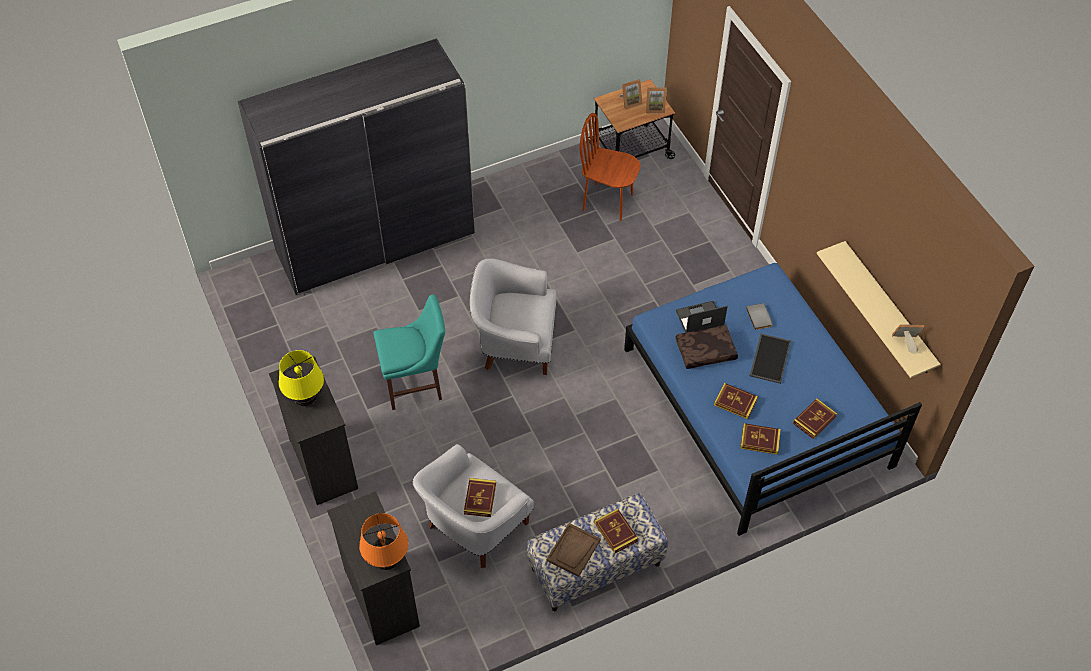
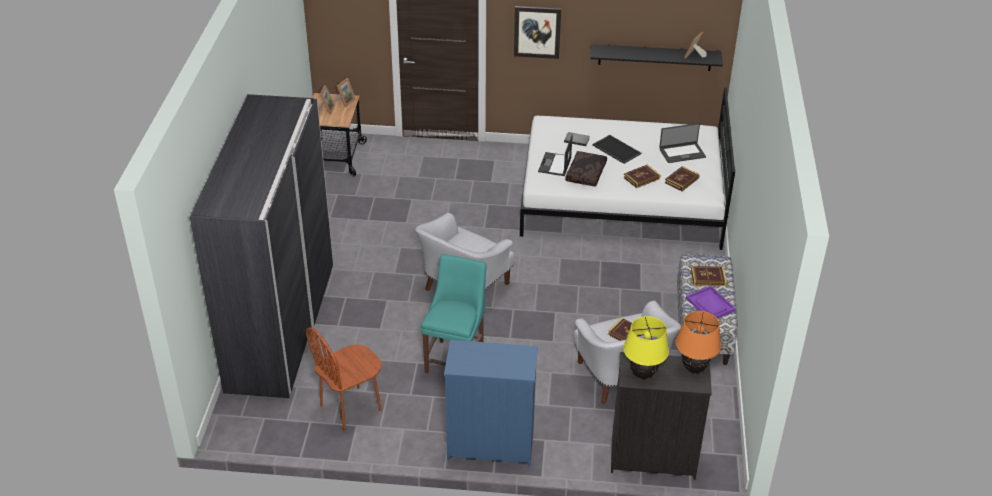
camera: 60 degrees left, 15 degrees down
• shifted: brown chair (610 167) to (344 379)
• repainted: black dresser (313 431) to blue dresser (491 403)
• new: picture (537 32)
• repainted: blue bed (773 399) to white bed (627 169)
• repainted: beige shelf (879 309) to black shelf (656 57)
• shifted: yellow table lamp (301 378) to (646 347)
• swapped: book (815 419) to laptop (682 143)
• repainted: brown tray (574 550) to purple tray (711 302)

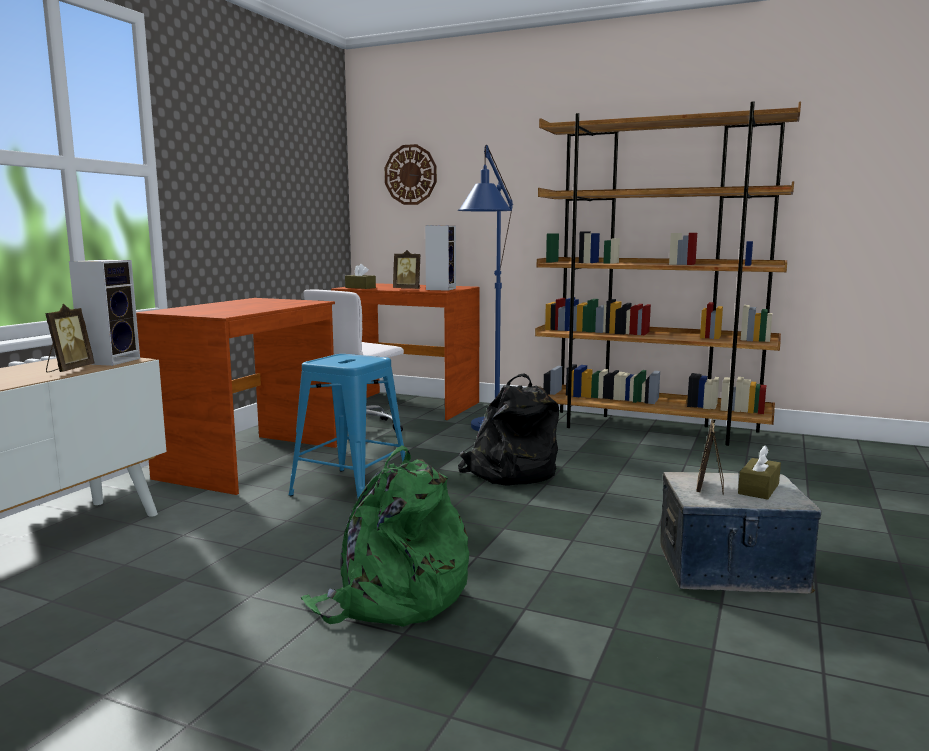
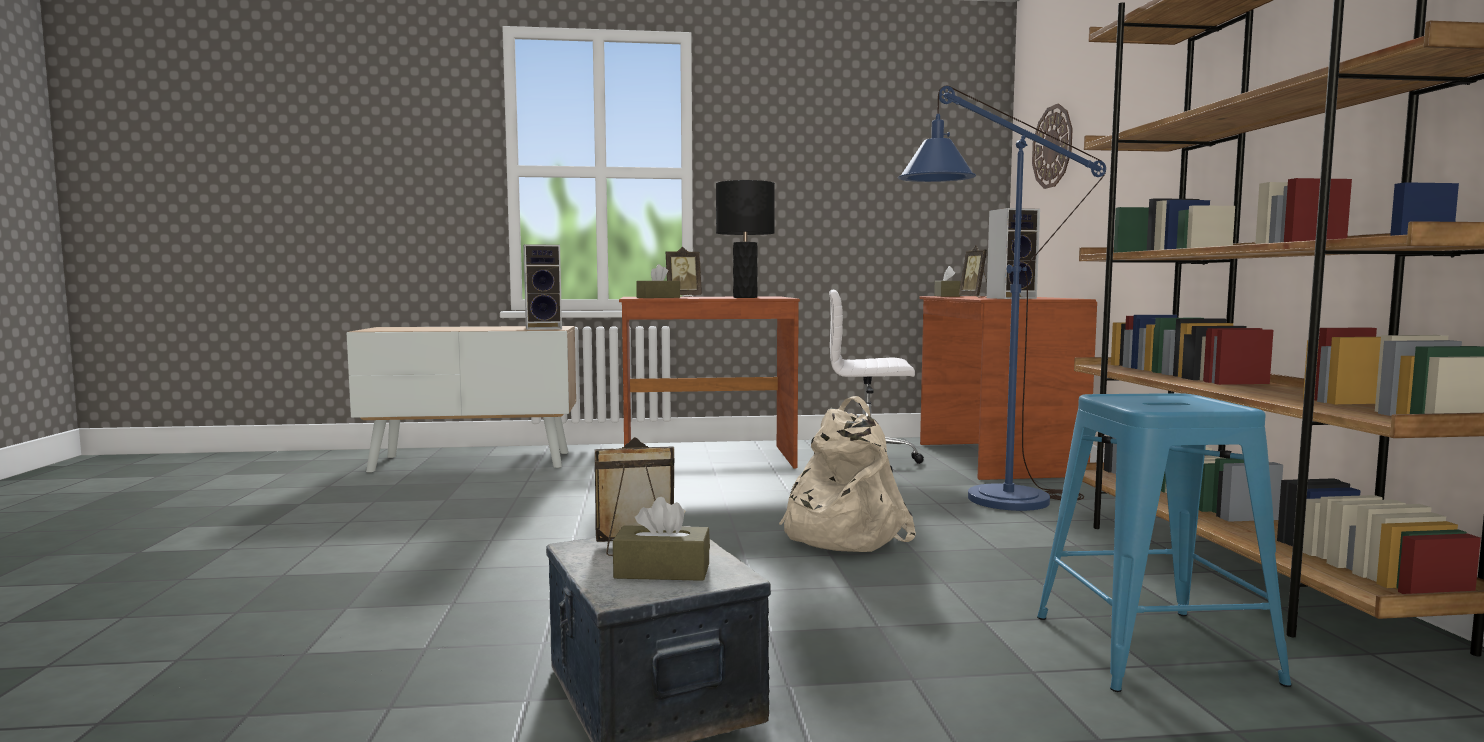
camera: 60 degrees right, 5 degrees down
• new: brown tissue box (658 281)
• shifted: picture frame (69 338) to (684 272)
• new: black table lamp (745 239)
• repainted: black backpack (508 429) to beige backpack (847 474)
• shifted: blue stool (346 426) to (1164 542)
• gone: green backpack (385 536)

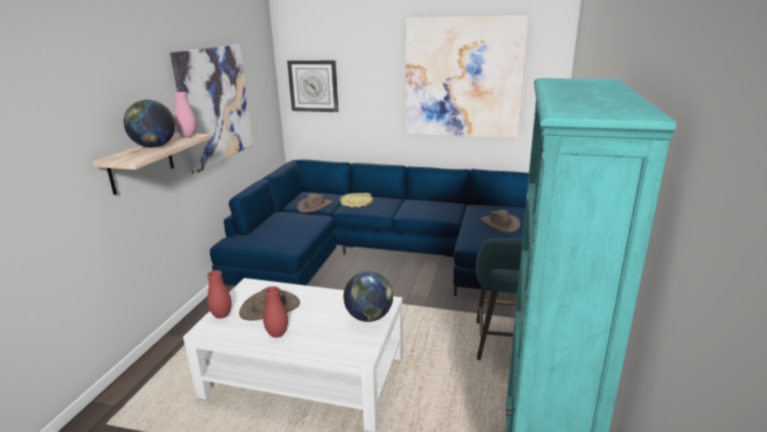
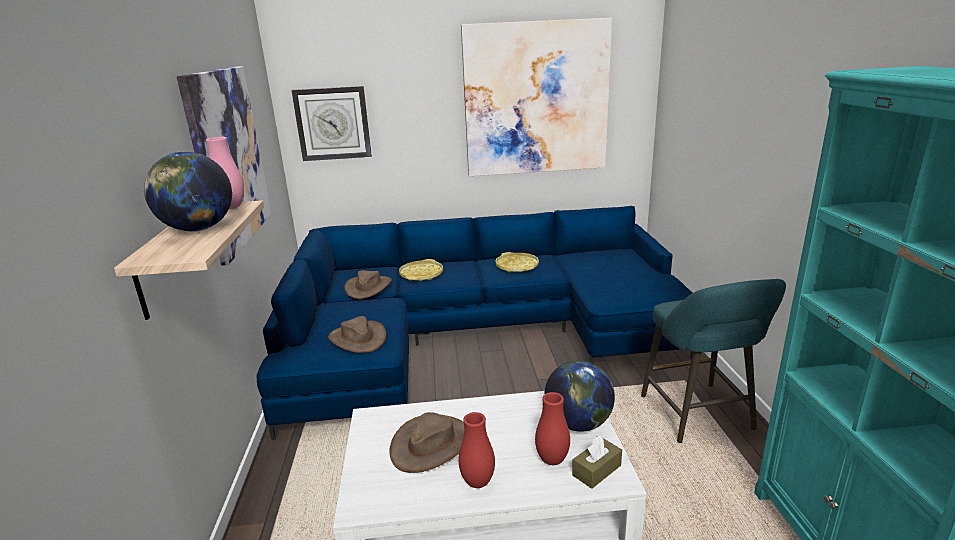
camera: 20 degrees left, 0 degrees up
• shifted: brown hat (500 221) to (357 334)
• new: yellow tray (517 262)
• shifted: red vase (219 294) to (552 428)
• new: brown tissue box (597 462)

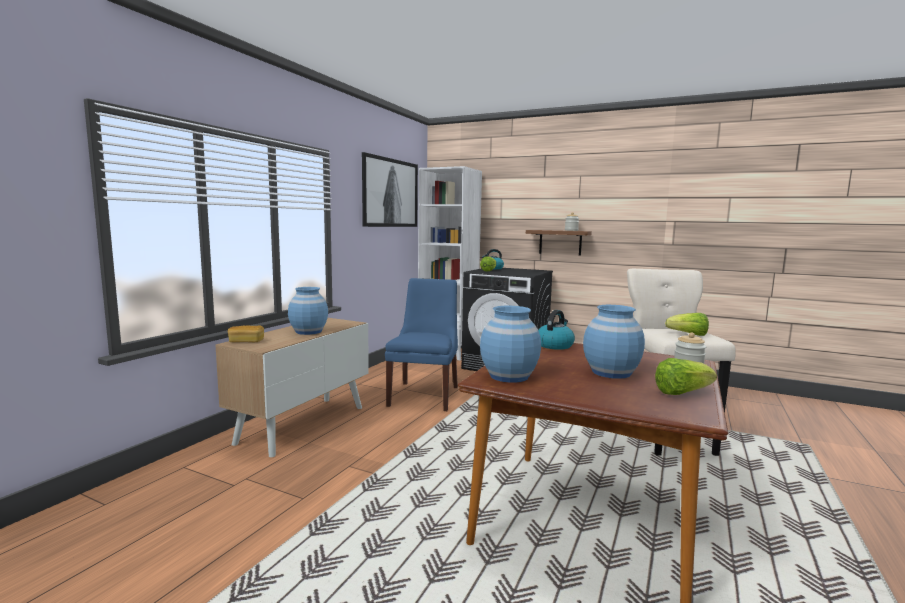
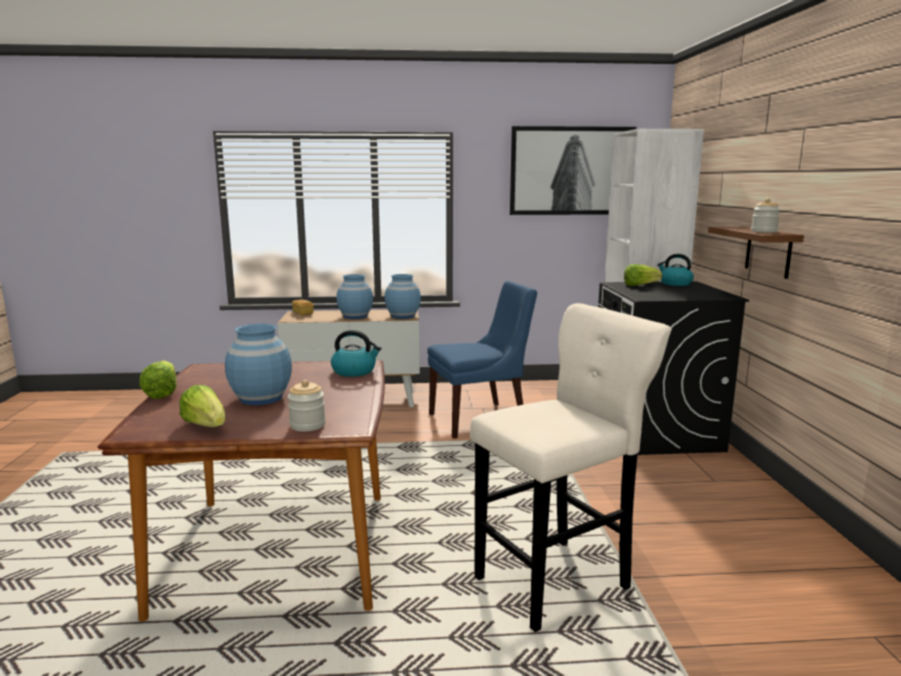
camera: 60 degrees right, 5 degrees up
• shifted: lettuce (687 324) to (158 379)
• shifted: blue vase (510 344) to (403 296)

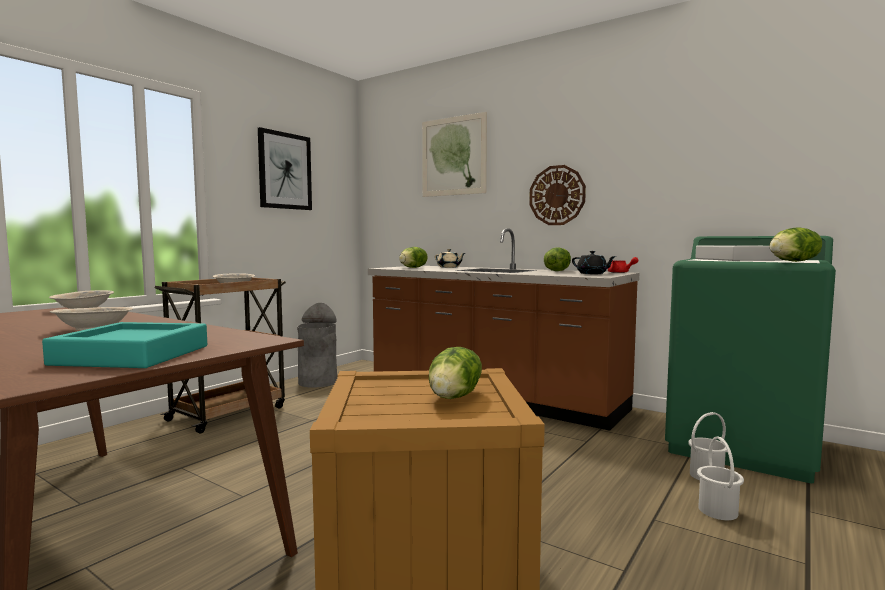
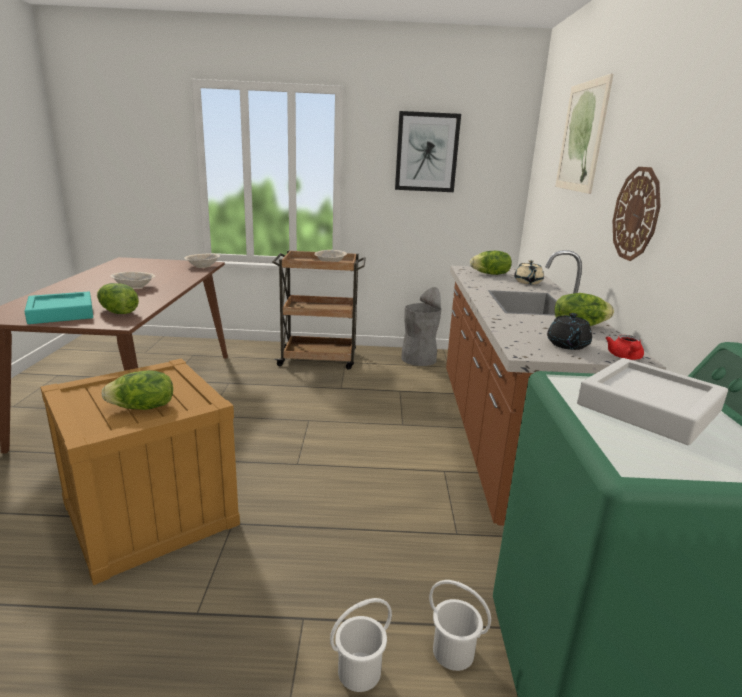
camera: 55 degrees right, 15 degrees up
• shifted: lettuce (795 244) to (118 298)

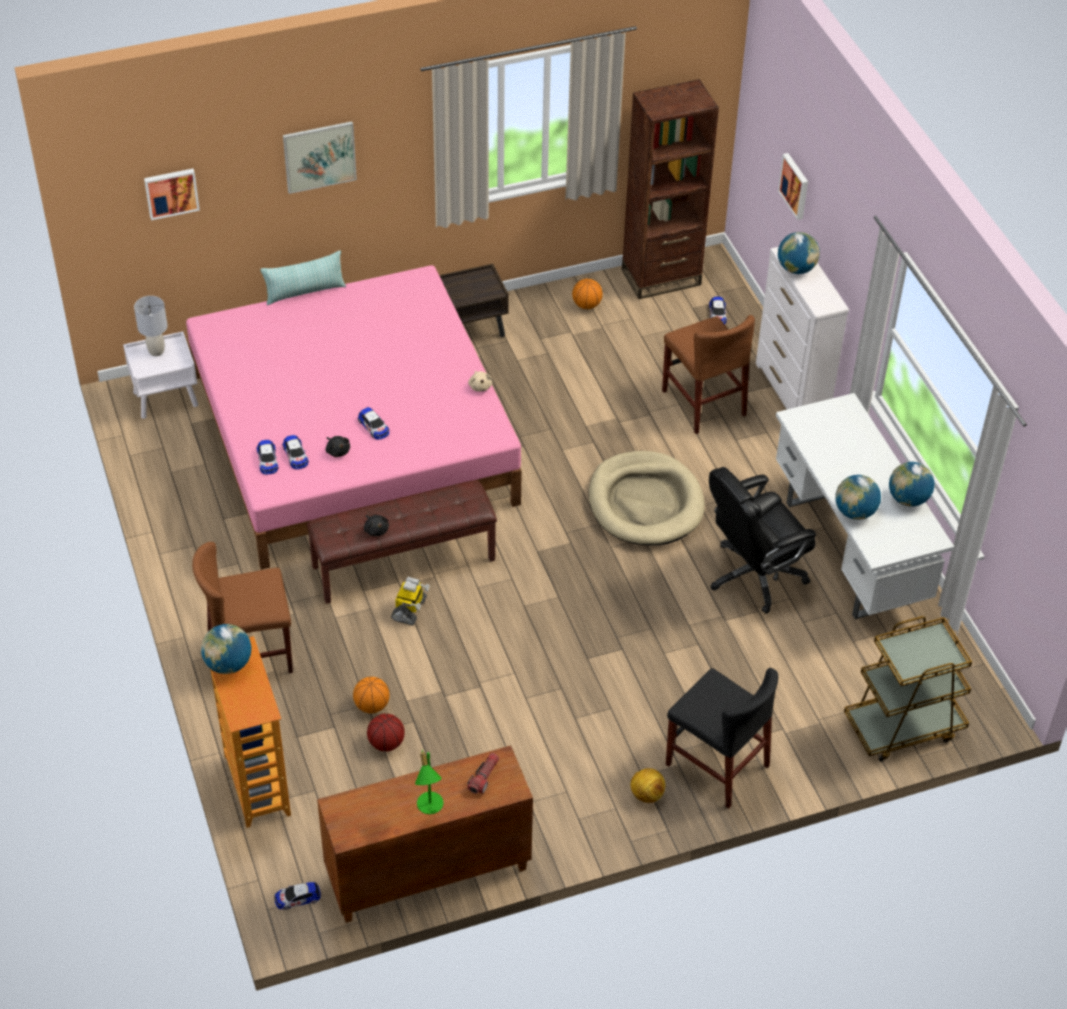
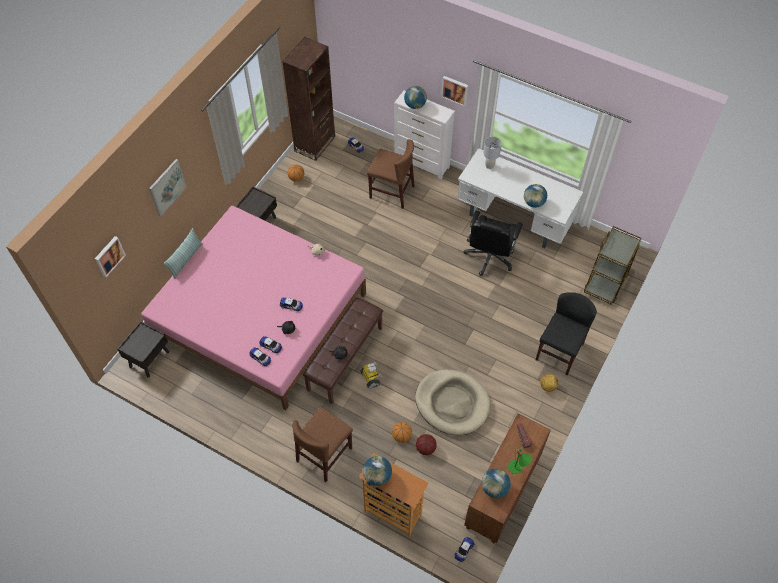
camera: 40 degrees left, 10 degrees up
• repainted: white nightstand (160 375) to brown nightstand (143 349)
• shifted: beige dog bed (646 498) to (453 402)
• shifted: picture (793 186) to (454 91)
• shifted: globe (912 484) to (496 483)
• shifted: grey table lamp (151 326) to (492 153)
• rotated: black chair (722 738) = (566 333) 60 degrees counterclockwise

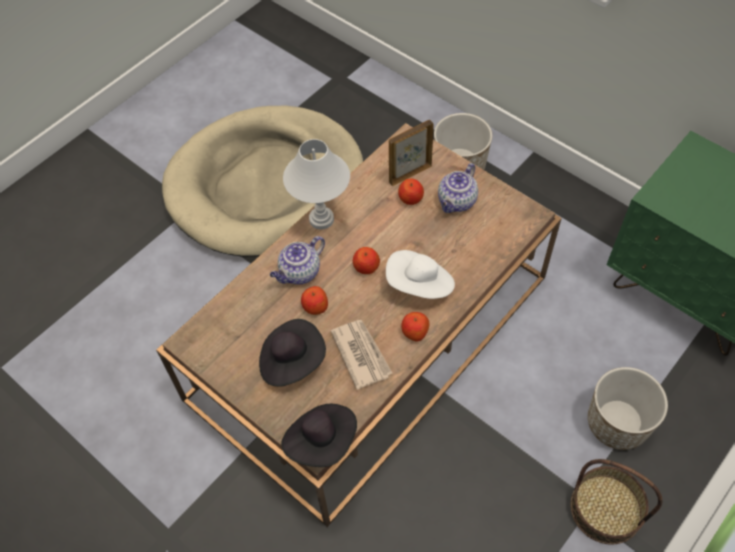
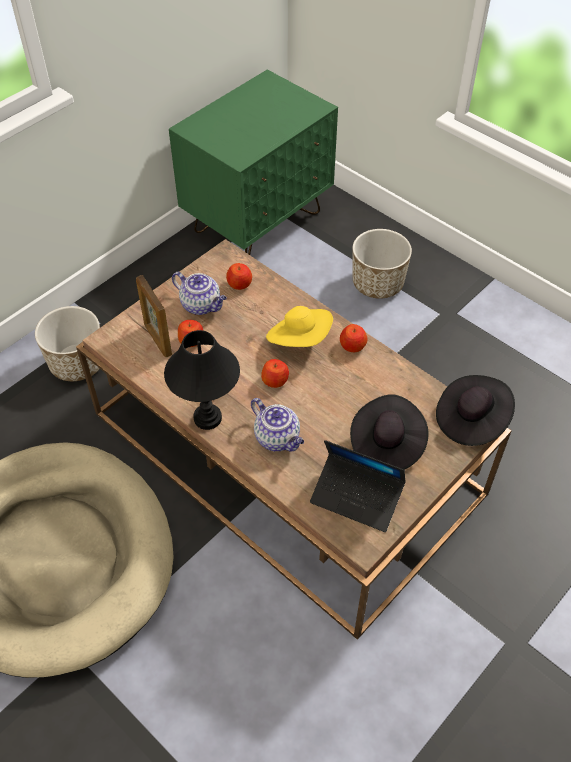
camera: 90 degrees left, 5 degrees down
• repainted: white table lamp (316 184) to black table lamp (202 380)
• shifted: apple (314 300) to (239 276)
• repainted: white hat (420 274) to yellow hat (299 326)
• new: laptop (358 486)
• gone: newspaper (361 355)
• gone: basket (616 501)

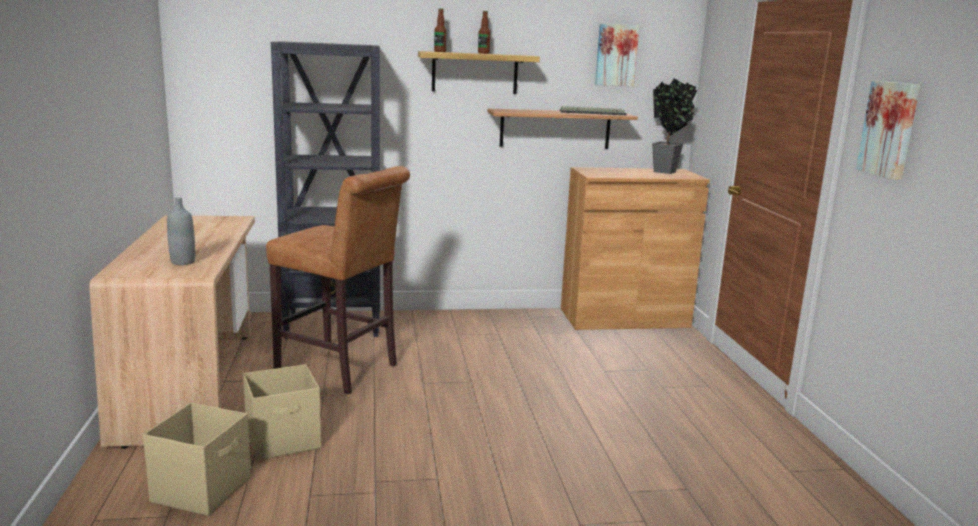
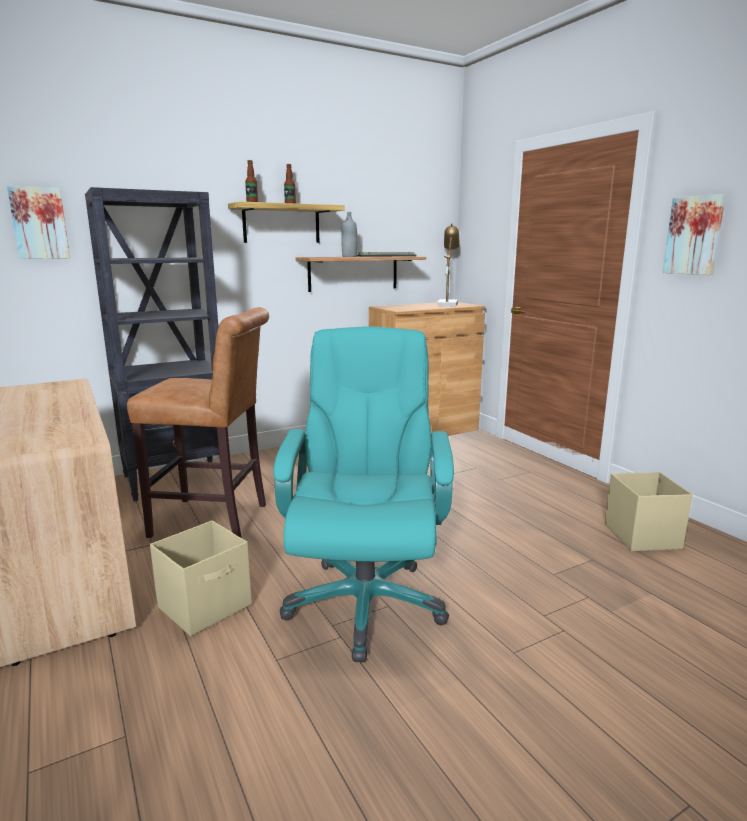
camera: 20 degrees left, 0 degrees up
• shifted: picture (617 54) to (38 222)
• new: turquoise office chair (363 494)
• shifted: grey bottle (181 231) to (349 234)
• swapped: potted plant (674 126) to table lamp (448 264)
• shifted: beige storage box (197 459) to (648 511)

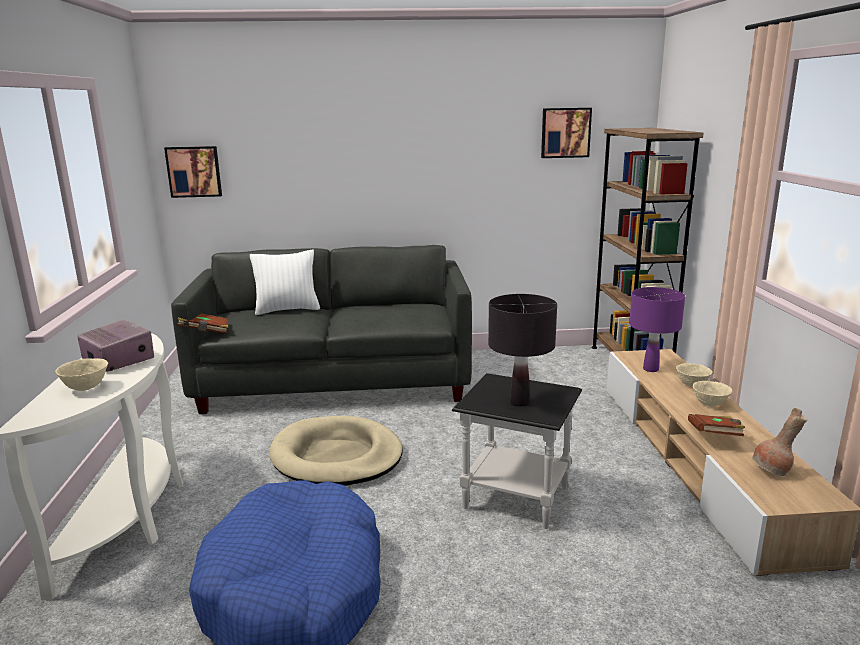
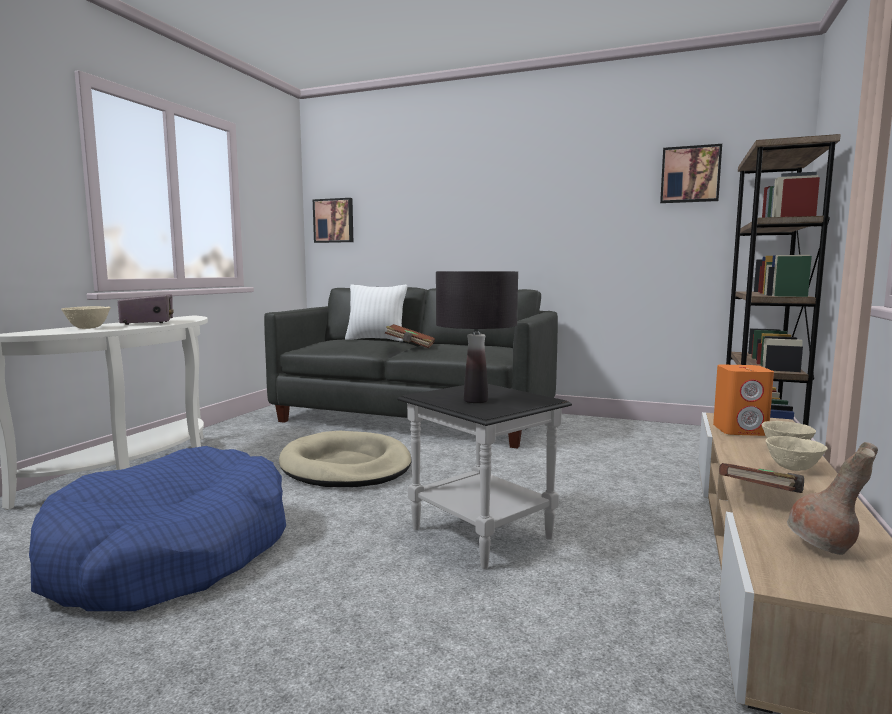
camera: 25 degrees right, 10 degrees down
• shifted: brown book (202 323) to (410 336)
• swapped: purple table lamp (657 329) to orange speaker (743 400)

